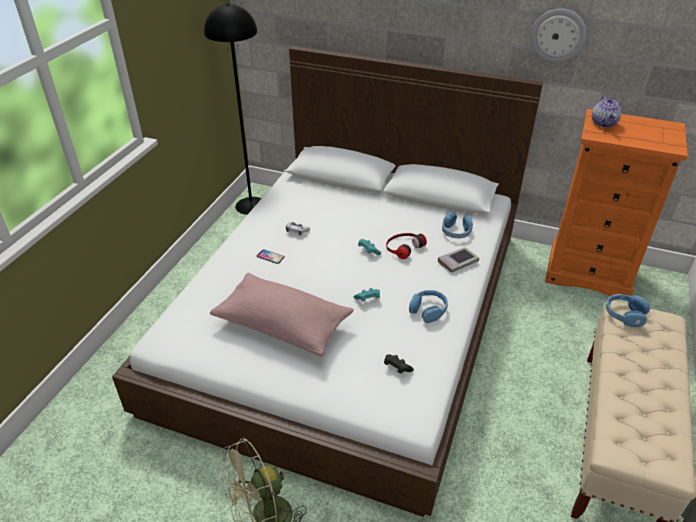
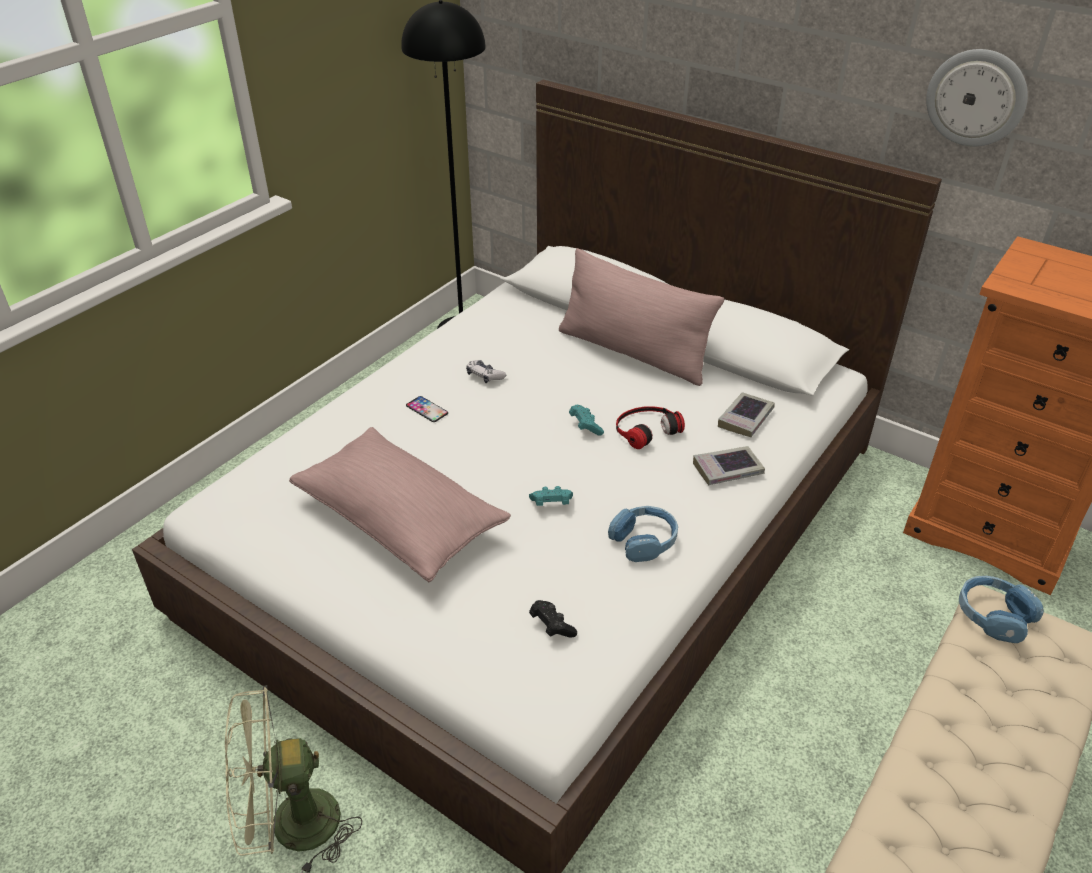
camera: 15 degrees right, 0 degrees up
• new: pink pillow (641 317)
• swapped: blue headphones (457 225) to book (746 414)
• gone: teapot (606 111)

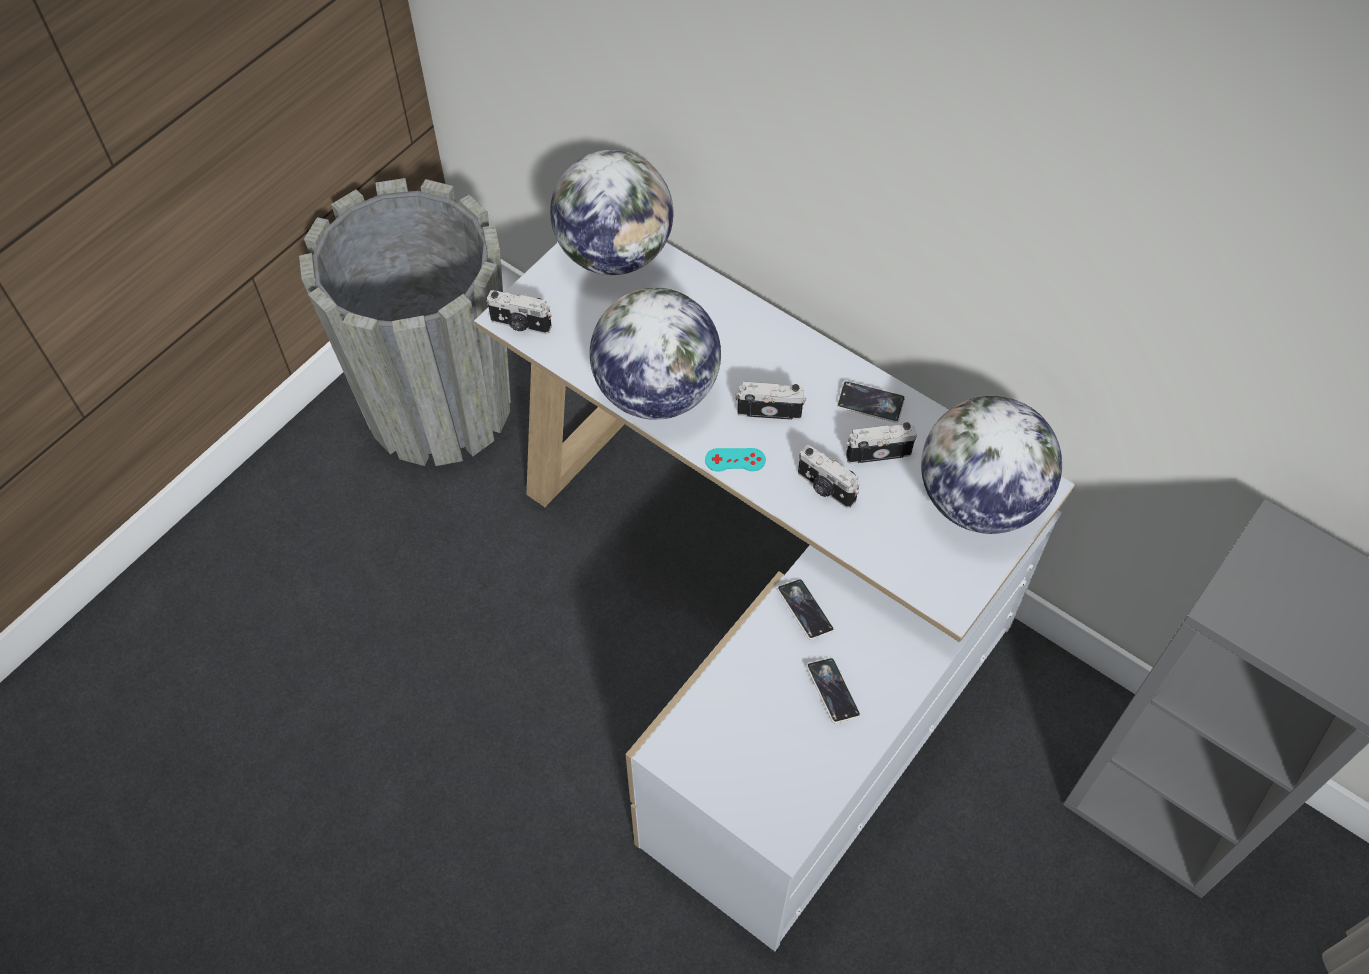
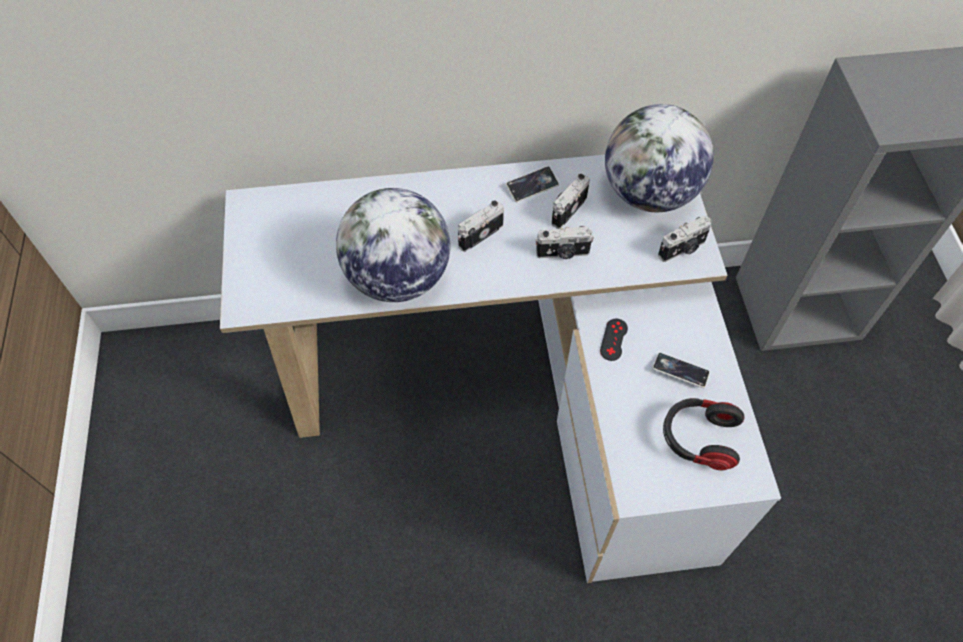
camera: 45 degrees left, 0 degrees up
• swapped: phone (805 609) to black game controller (614 339)
• shifted: photo camera (519 312) to (685 239)
• new: headphones (704 434)
• gone: grey planter (405 322)
• gone: globe (611 212)
• gone: turquoise game controller (735 459)

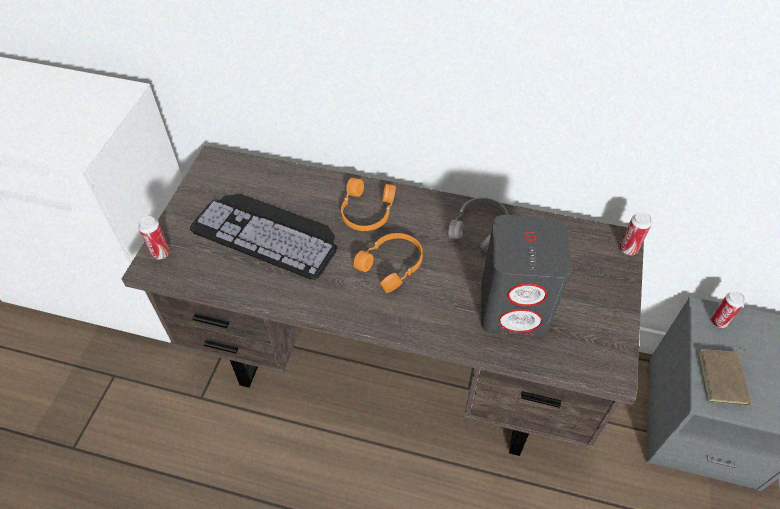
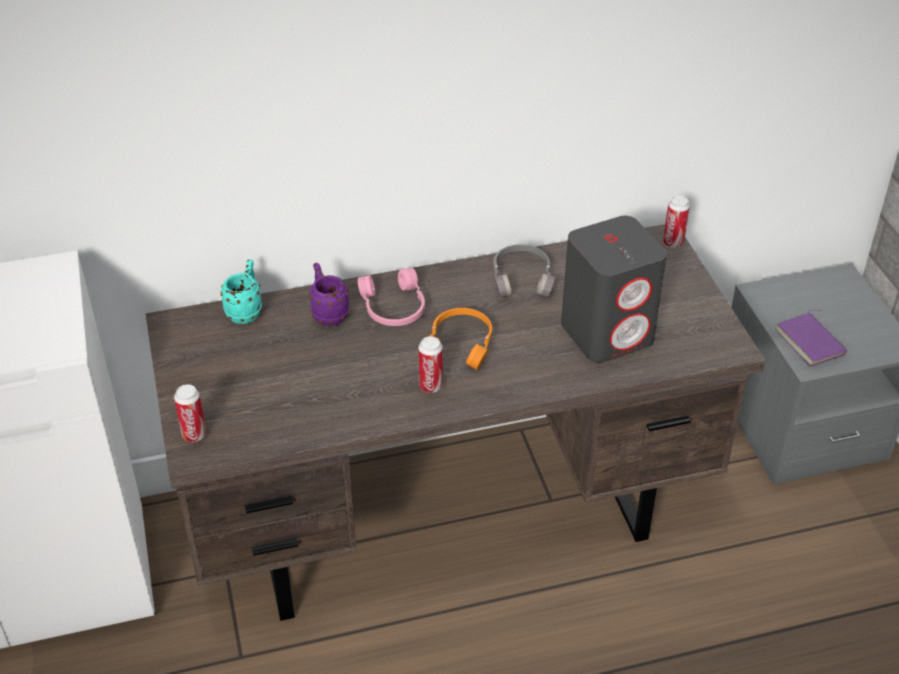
camera: 30 degrees left, 10 degrees down
• new: turquoise mug (241 291)
• new: purple mug (329 294)
• repainted: orange headphones (368 204) to pink headphones (391 297)
• shifted: can (728 309) to (430 364)
• repainted: brown book (724 377) to purple book (811 338)
• gone: keyboard (263 237)

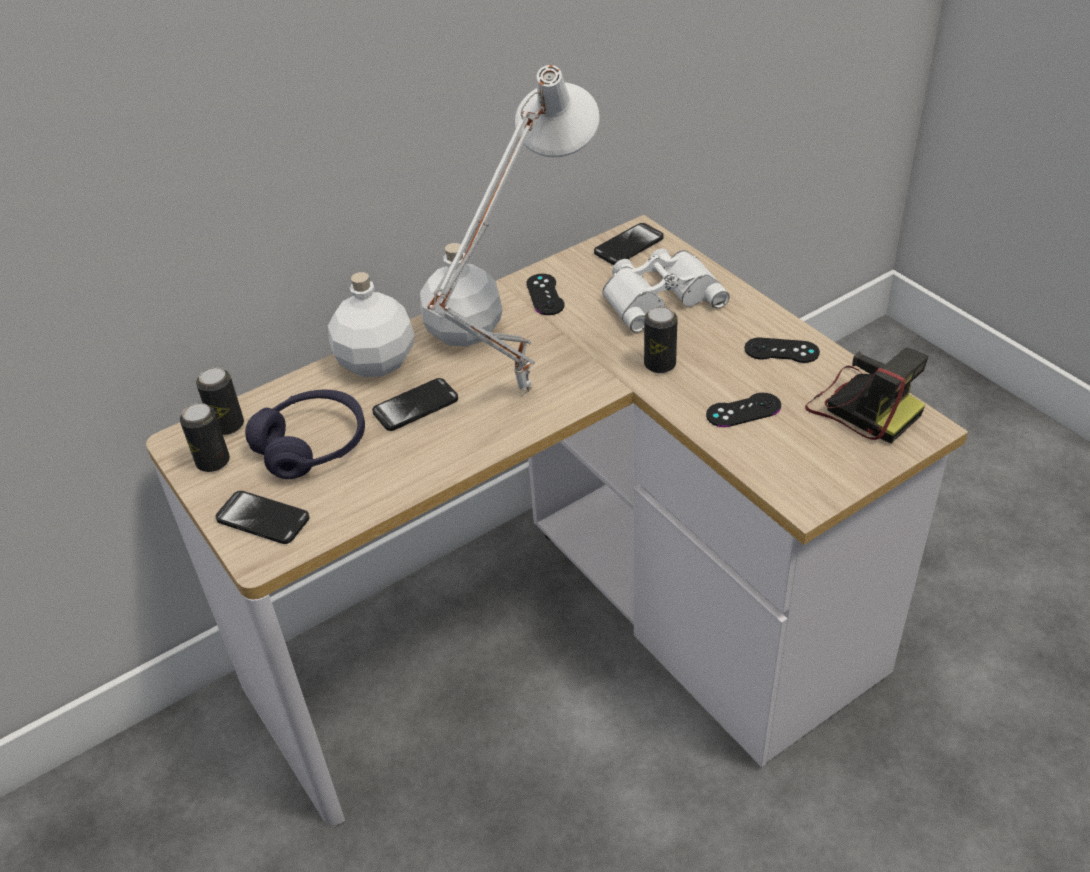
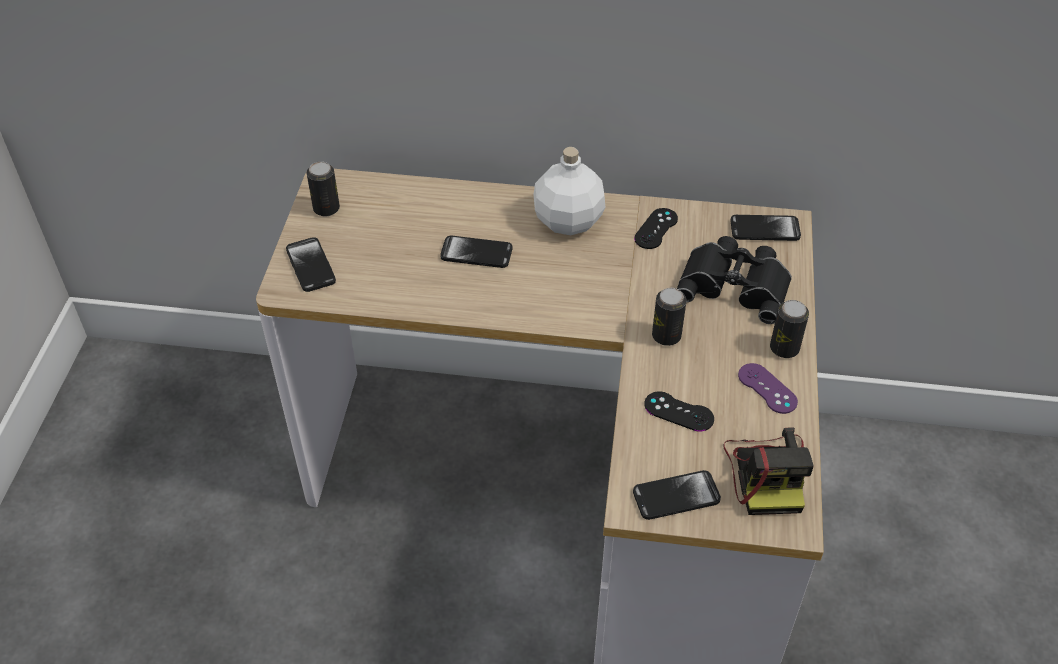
camera: 40 degrees right, 5 degrees up
• new: phone (677 495)
• repainted: white binoculars (666 290) to black binoculars (734 280)
• repainted: black game controller (782 350) to purple game controller (768 388)
• shifted: can (220 401) to (789 329)
• gone: purple headphones (305 434)
• gone: white bottle (371 324)
• gone: white table lamp (513 230)

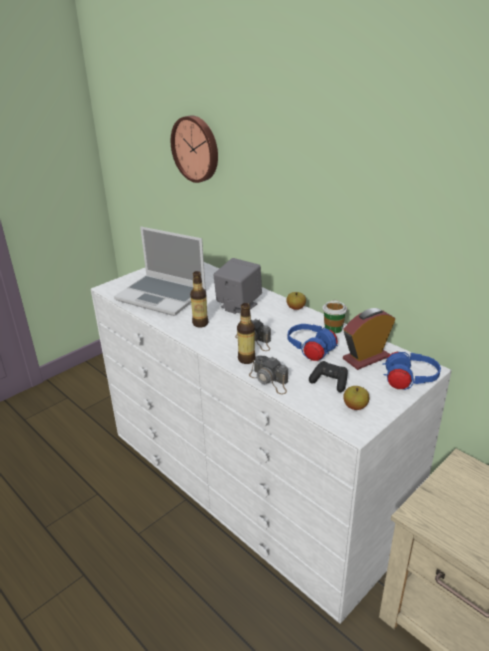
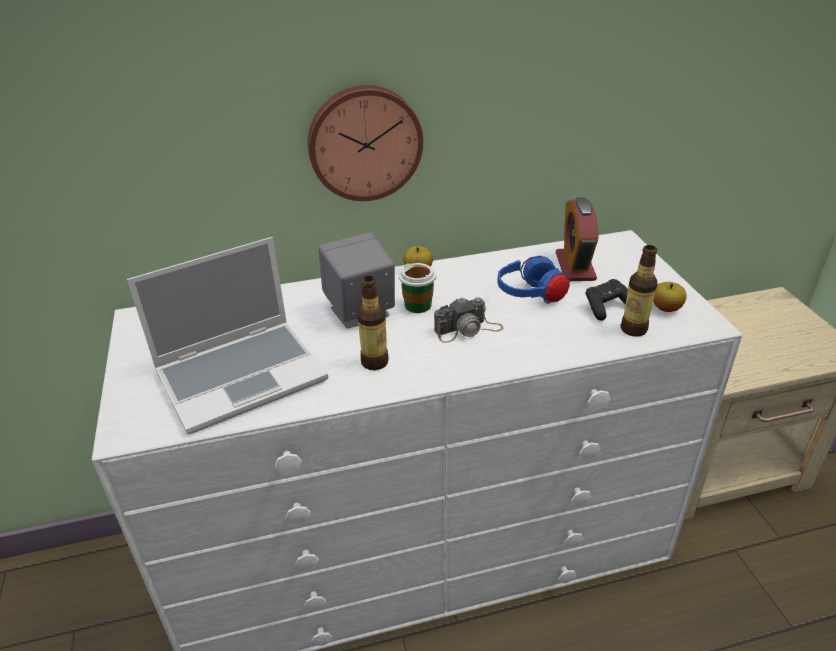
camera: 60 degrees left, 5 degrees up
• shifted: wall clock (194 149) to (365 143)
• shifted: cup (335 317) to (417 288)
• shifted: bottle (246 333) to (639 291)
• gone: photo camera (268 374)
• gone: blue headphones (411 371)

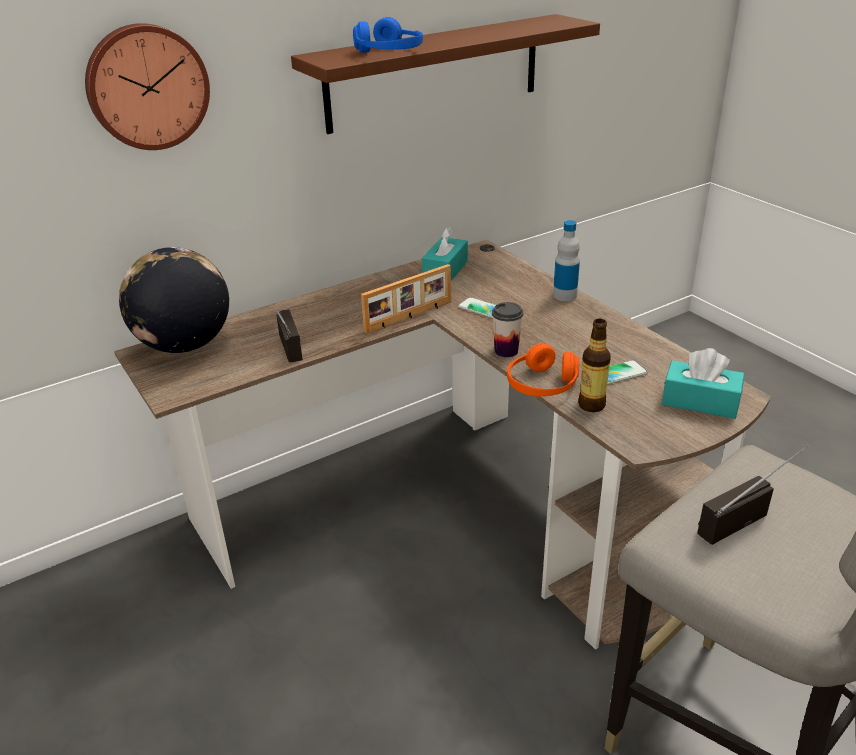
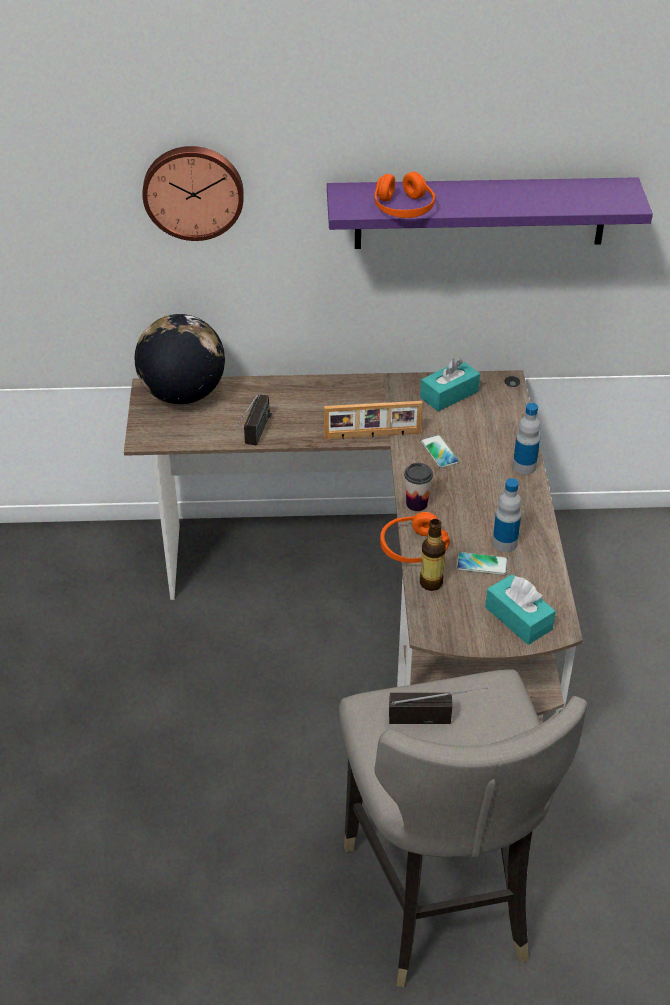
camera: 30 degrees right, 10 degrees up
• repainted: brown shelf (445 74) to purple shelf (490 213)
• repainted: blue headphones (388 35) to orange headphones (405 195)
• new: bottle (506 515)

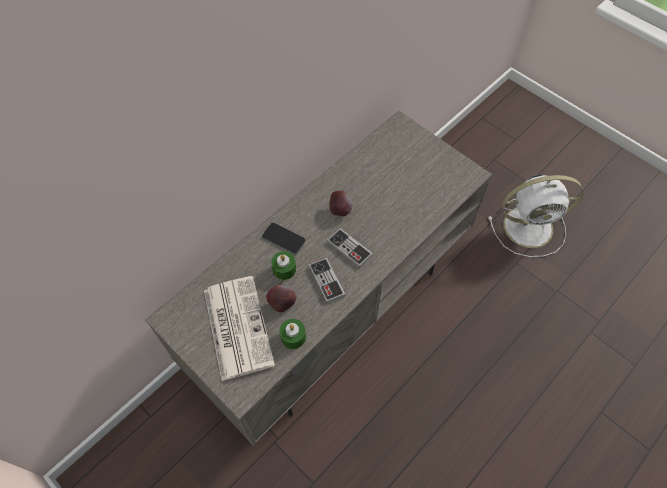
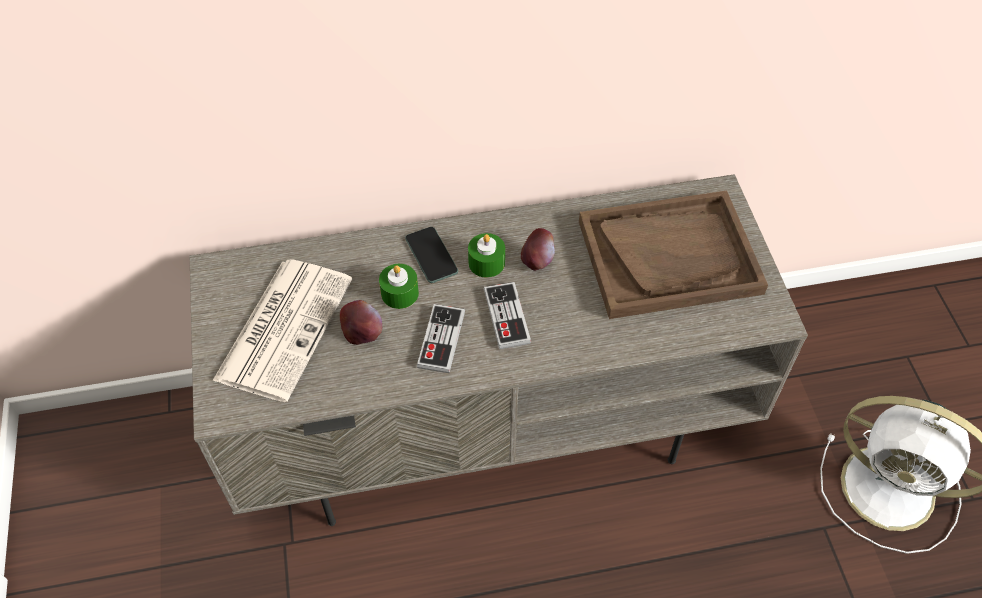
camera: 35 degrees right, 5 degrees down
• shifted: green candle (292 334) to (486 255)
• new: brown tray (673 255)

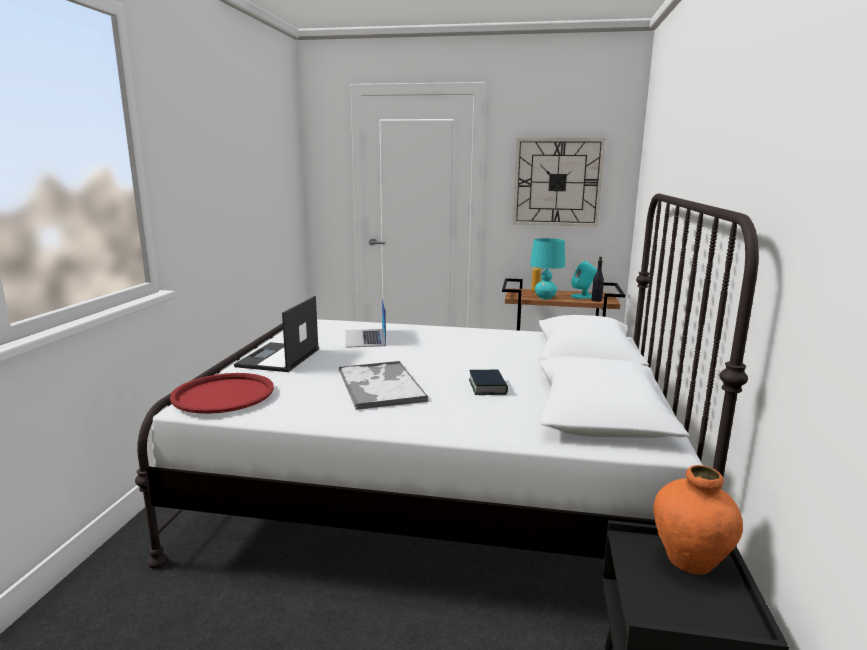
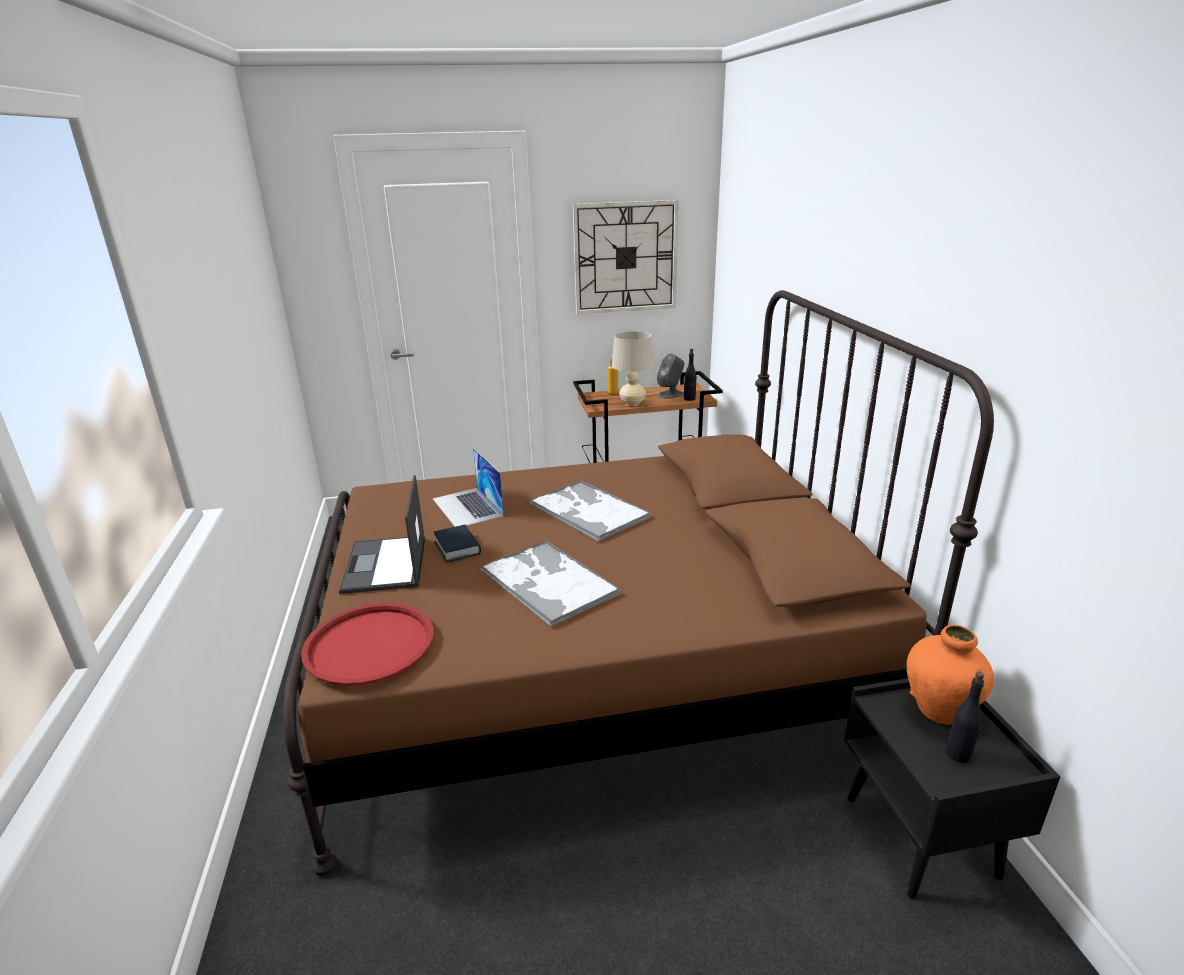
camera: 20 degrees left, 10 degrees up
• repainted: white bed (447 380) to brown bed (638 583)
• shifted: book (488 382) to (457 544)
• new: tray (590 511)
• repainted: turquoise table lamp (547 268) to beige table lamp (633 368)
• repainted: turquoise speaker (584 280) to grey speaker (671 376)
• new: black bottle (965 717)

